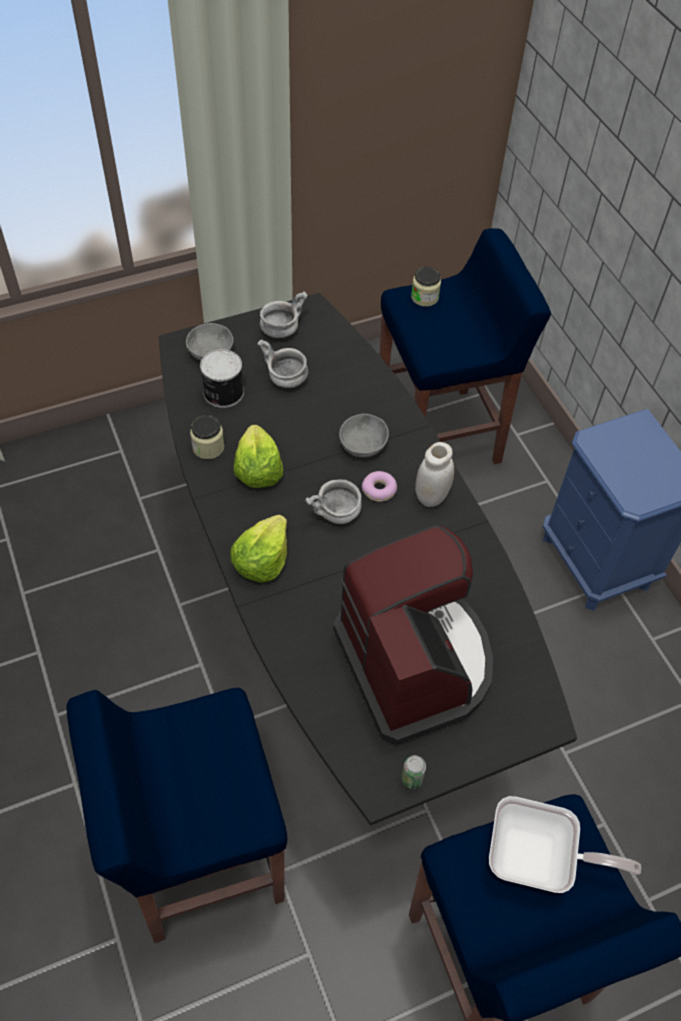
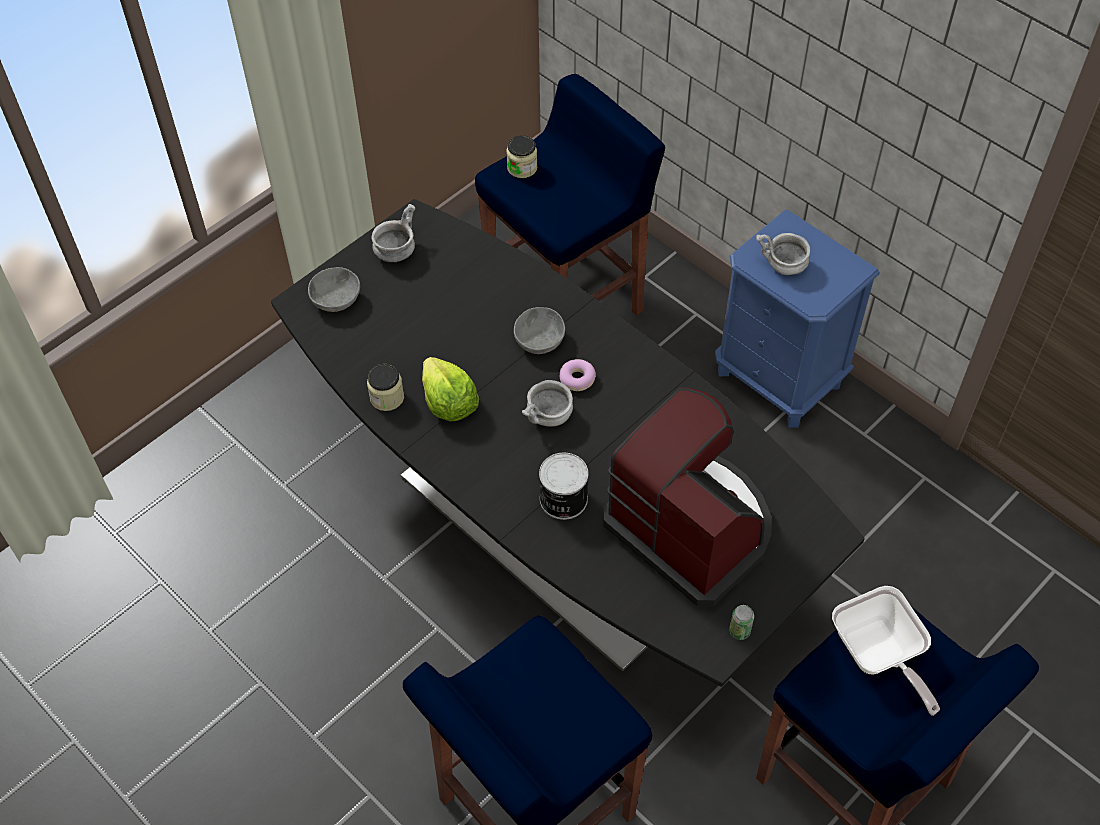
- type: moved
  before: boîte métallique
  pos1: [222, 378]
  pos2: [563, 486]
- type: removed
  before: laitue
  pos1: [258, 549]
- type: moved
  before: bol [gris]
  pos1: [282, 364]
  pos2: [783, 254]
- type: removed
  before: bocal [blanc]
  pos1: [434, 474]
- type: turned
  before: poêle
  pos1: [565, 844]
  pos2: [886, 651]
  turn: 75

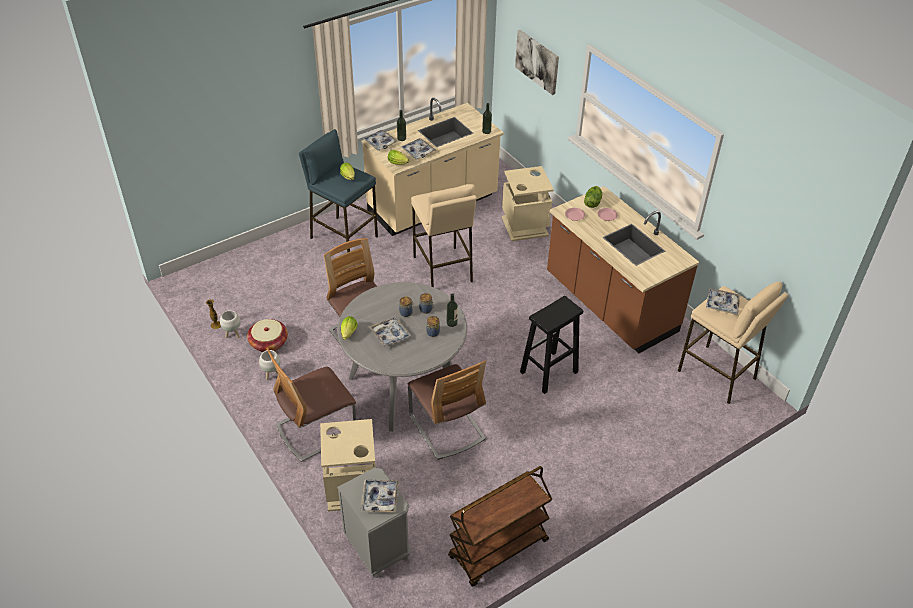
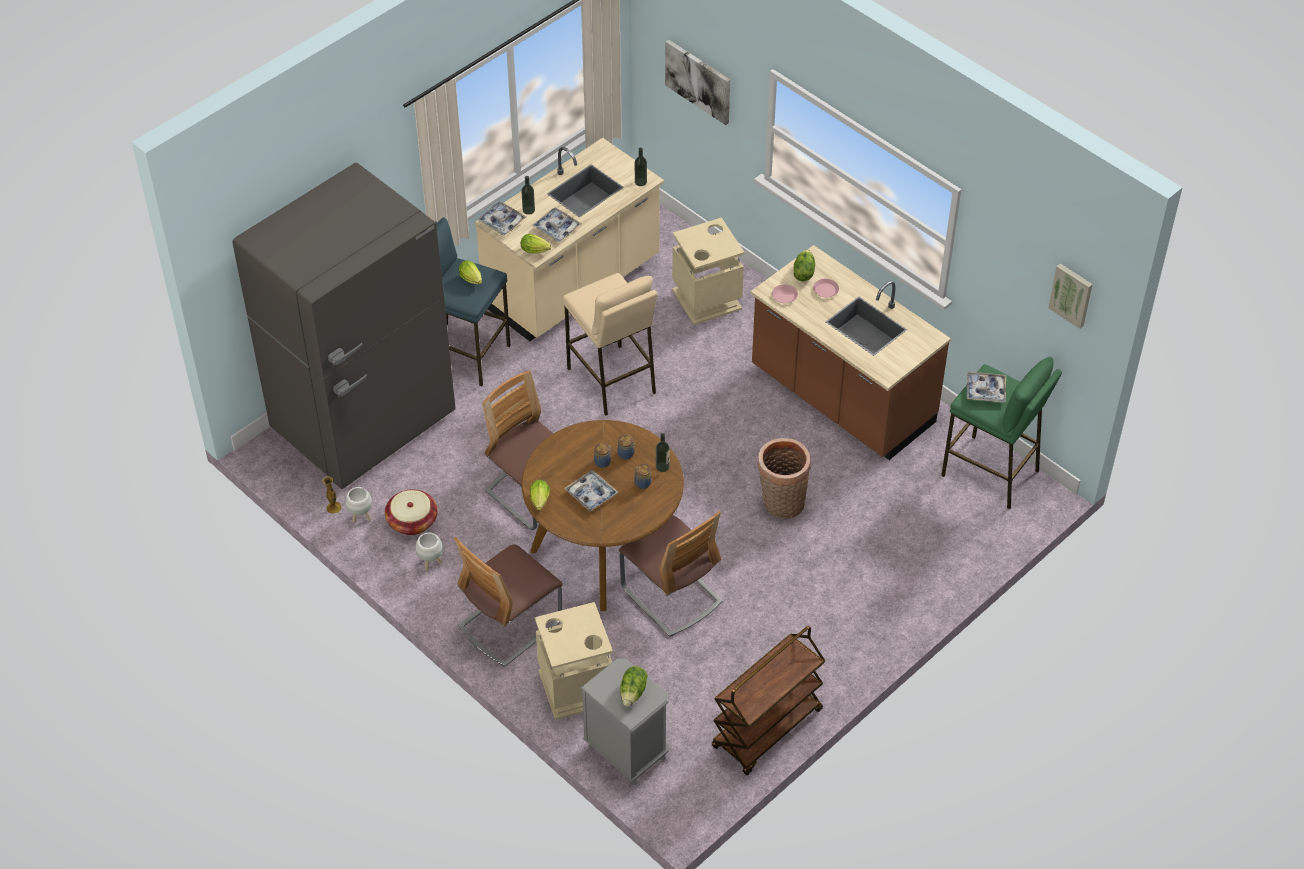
- type: recoloured
  before: table à manger [gris]
  after: table à manger [marron]
  pos1: [402, 357]
  pos2: [602, 515]
- type: replaced
  before: plateau
  after: laitue
  pos1: [379, 496]
  pos2: [634, 686]
- type: replaced
  before: tabouret [noir]
  after: panier
  pos1: [551, 345]
  pos2: [784, 478]
- type: recoloured
  before: tabouret [beige]
  after: tabouret [vert]
  pos1: [733, 342]
  pos2: [1001, 433]
- type: added
  after: réfrigérateur [gris]
  pos2: [344, 326]
- type: added
  after: tableau
  pos2: [1070, 296]

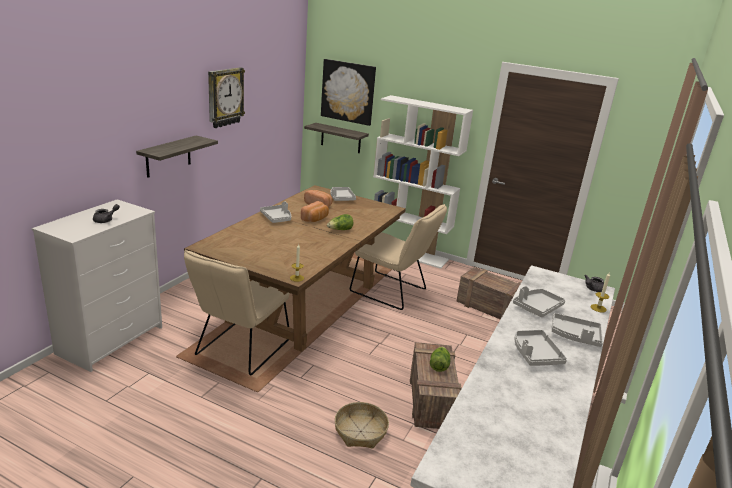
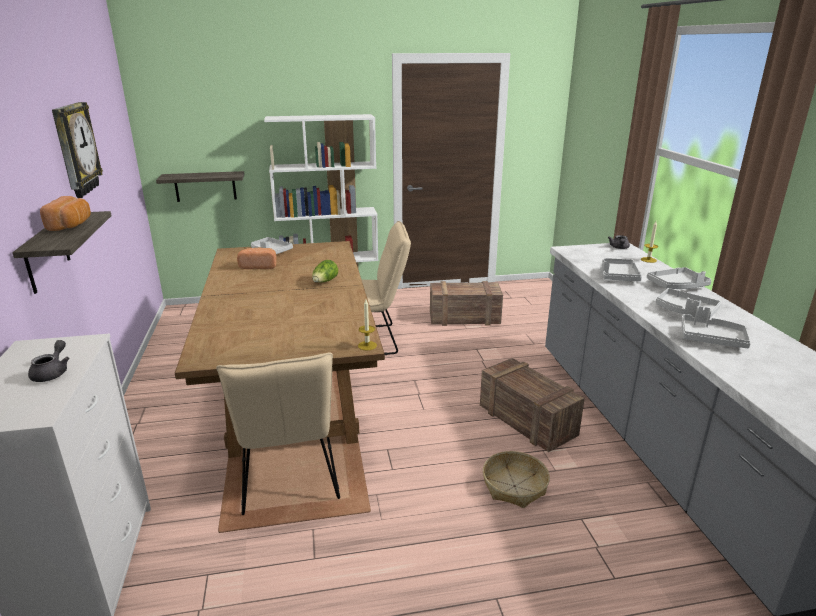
- type: moved
  before: plateau [gris]
  pos1: [275, 212]
  pos2: [716, 327]
- type: moved
  before: pain
  pos1: [315, 211]
  pos2: [65, 213]
- type: removed
  before: tableau
  pos1: [348, 92]
- type: removed
  before: laitue
  pos1: [440, 359]

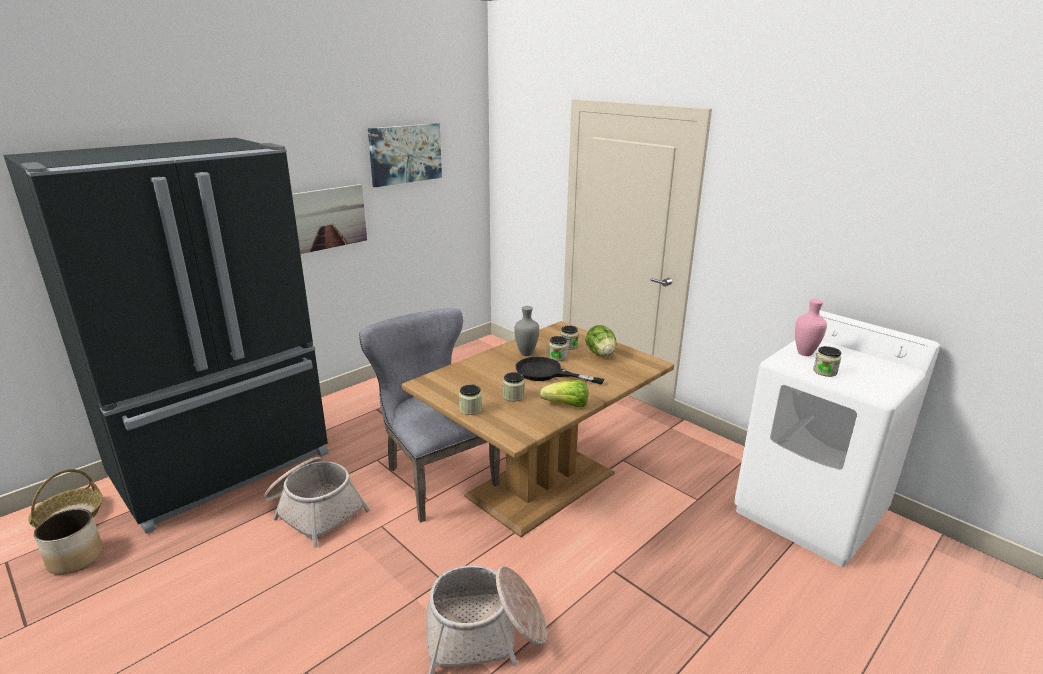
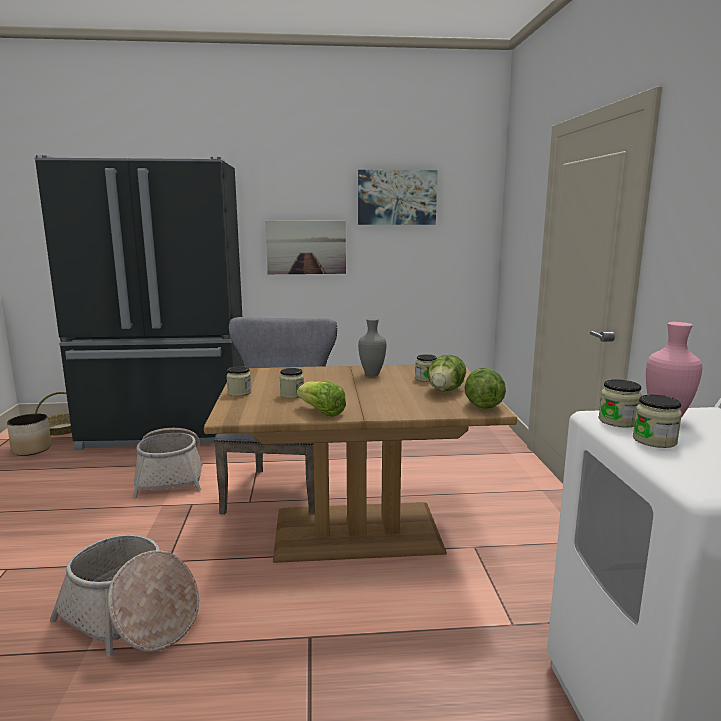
- type: removed
  before: poêle [noir]
  pos1: [560, 370]
- type: moved
  before: bocal
  pos1: [558, 348]
  pos2: [620, 403]
- type: added
  after: laitue
  pos2: [485, 388]

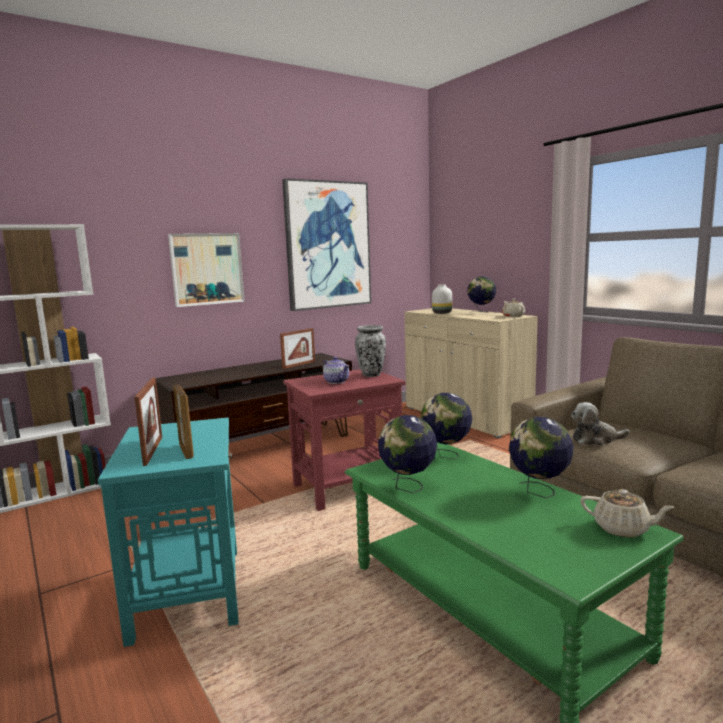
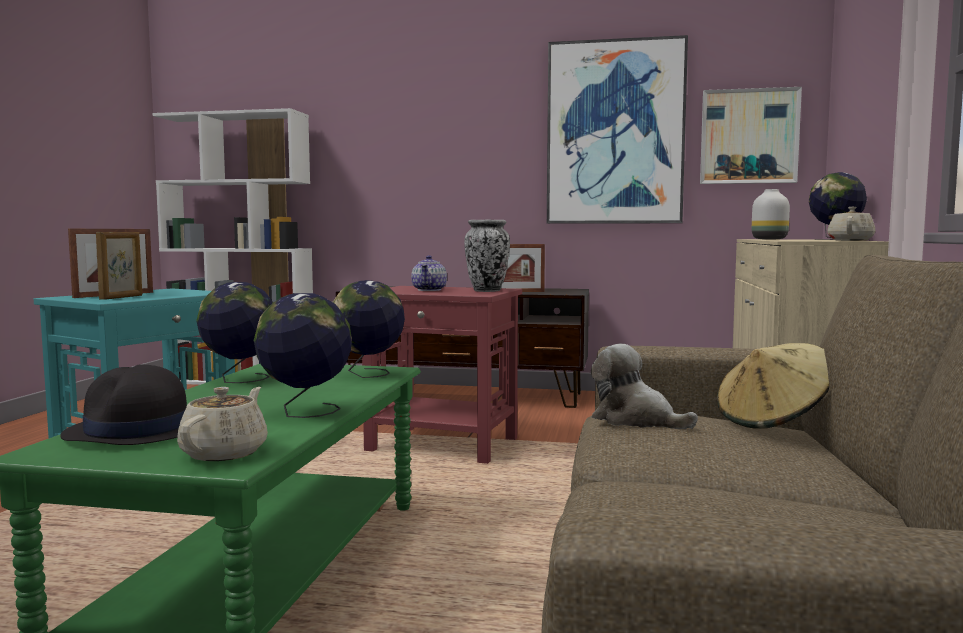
- type: moved
  before: tableau
  pos1: [206, 270]
  pos2: [751, 135]
- type: turned
  before: théière [beige]
  pos1: [628, 513]
  pos2: [222, 424]
  turn: -150
- type: added
  after: chapeau [noir]
  pos2: [124, 405]
- type: added
  after: chapeau [beige]
  pos2: [773, 386]

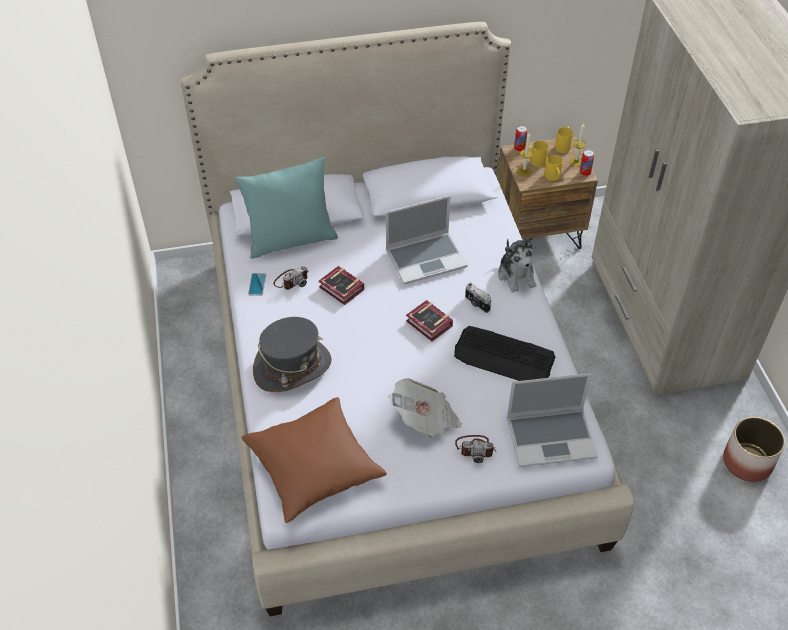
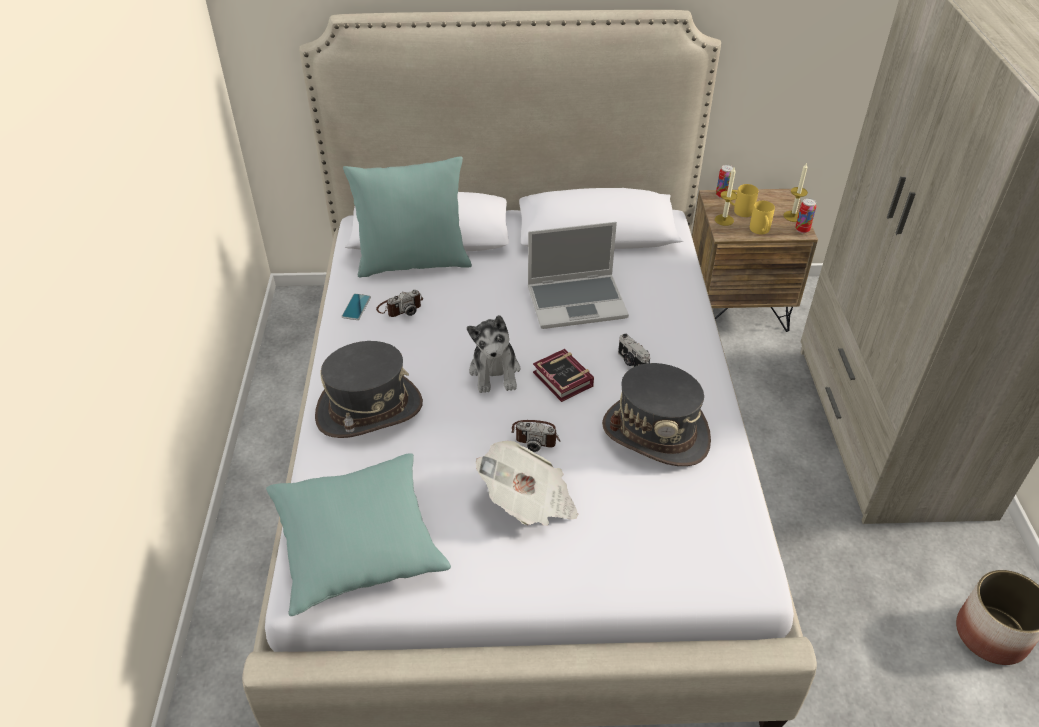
- type: recoloured
  before: coussin [marron]
  after: coussin [turquoise]
  pos1: [314, 460]
  pos2: [358, 534]
- type: removed
  before: livre
  pos1: [341, 285]
- type: replaced
  before: clavier
  after: chapeau [gris]
  pos1: [504, 353]
  pos2: [656, 414]
- type: moved
  before: appareil photo
  pos1: [475, 449]
  pos2: [536, 436]
- type: moved
  before: peluche
  pos1: [517, 264]
  pos2: [494, 354]
- type: removed
  before: ordinateur portable
  pos1: [552, 420]
- type: removed
  before: mug [jaune]
  pos1: [564, 140]

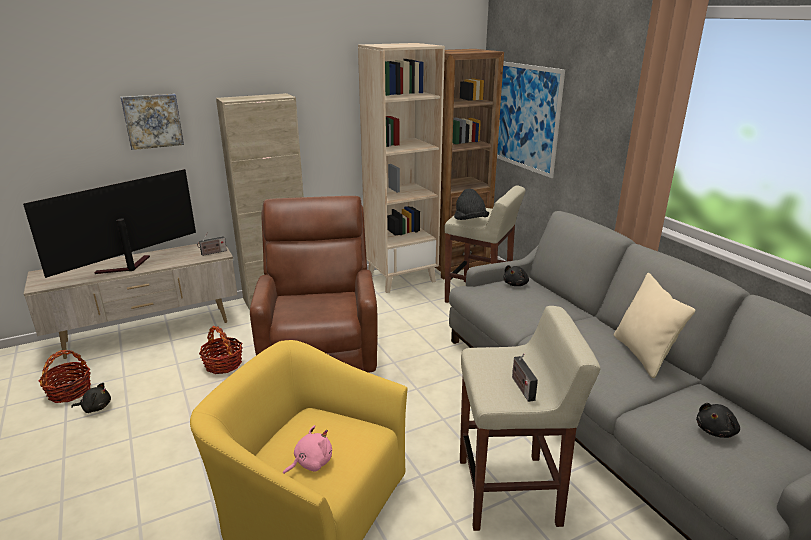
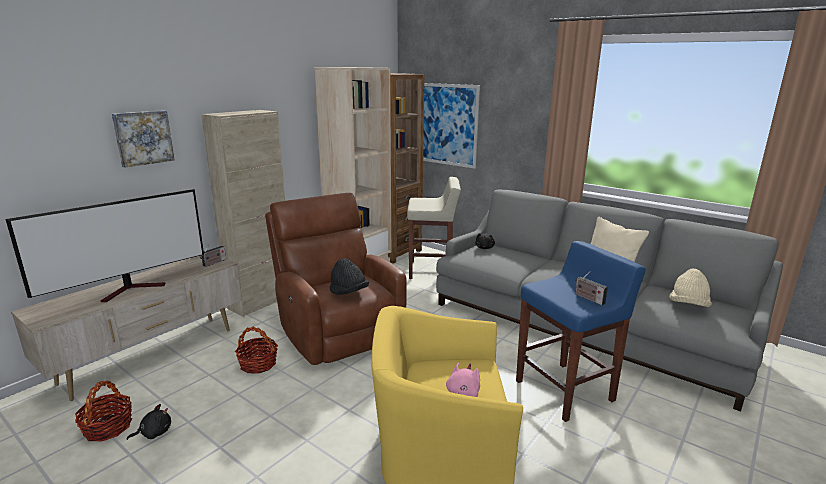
- type: turned
  before: téléviseur
  pos1: [109, 223]
  pos2: [105, 245]
  turn: -150
- type: moved
  before: chapeau [noir]
  pos1: [471, 204]
  pos2: [349, 276]
- type: recoloured
  before: tabouret [beige]
  after: tabouret [bleu]
  pos1: [530, 418]
  pos2: [581, 331]
- type: replaced
  before: peluche [noir]
  after: chapeau [beige]
  pos1: [718, 420]
  pos2: [690, 288]

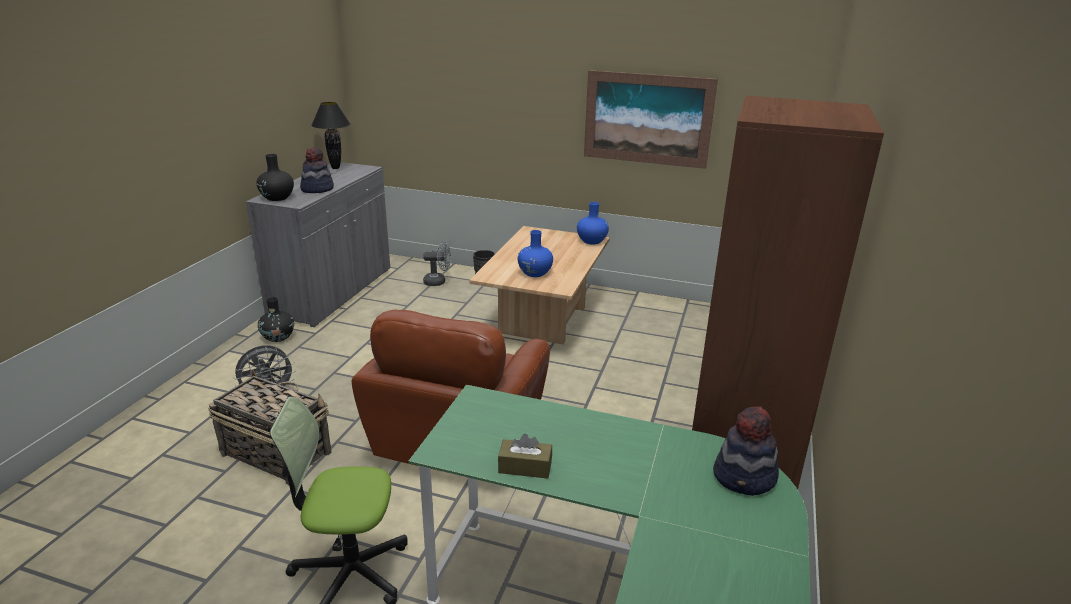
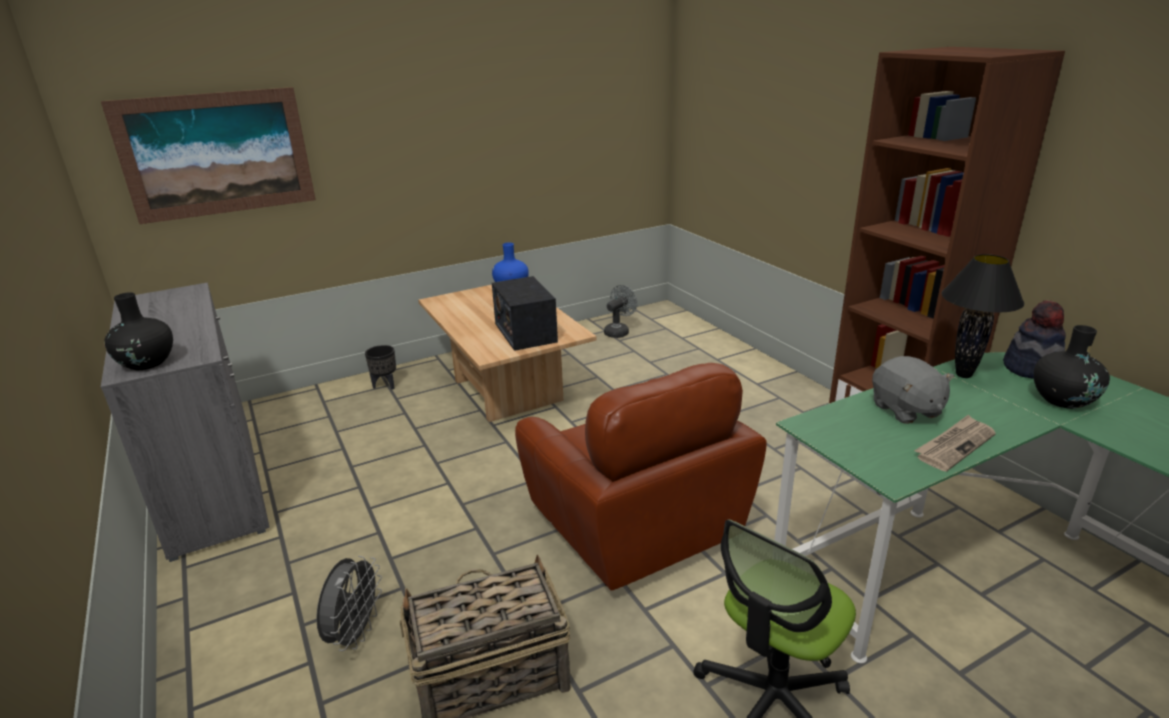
- type: moved
  before: vase [noir]
  pos1: [276, 319]
  pos2: [1071, 367]
- type: removed
  before: chapeau
  pos1: [317, 170]
- type: moved
  before: lampe de table [noir]
  pos1: [330, 135]
  pos2: [982, 316]
- type: moved
  before: ventilateur [gris]
  pos1: [437, 264]
  pos2: [620, 311]
- type: replaced
  before: boîte à mouchoirs [marron]
  after: journal
  pos1: [525, 456]
  pos2: [955, 443]
- type: replaced
  before: vase [bleu]
  after: radio
  pos1: [535, 253]
  pos2: [525, 313]
- type: moved
  before: tableau
  pos1: [651, 119]
  pos2: [208, 155]
- type: added
  after: peluche [gris]
  pos2: [913, 390]

